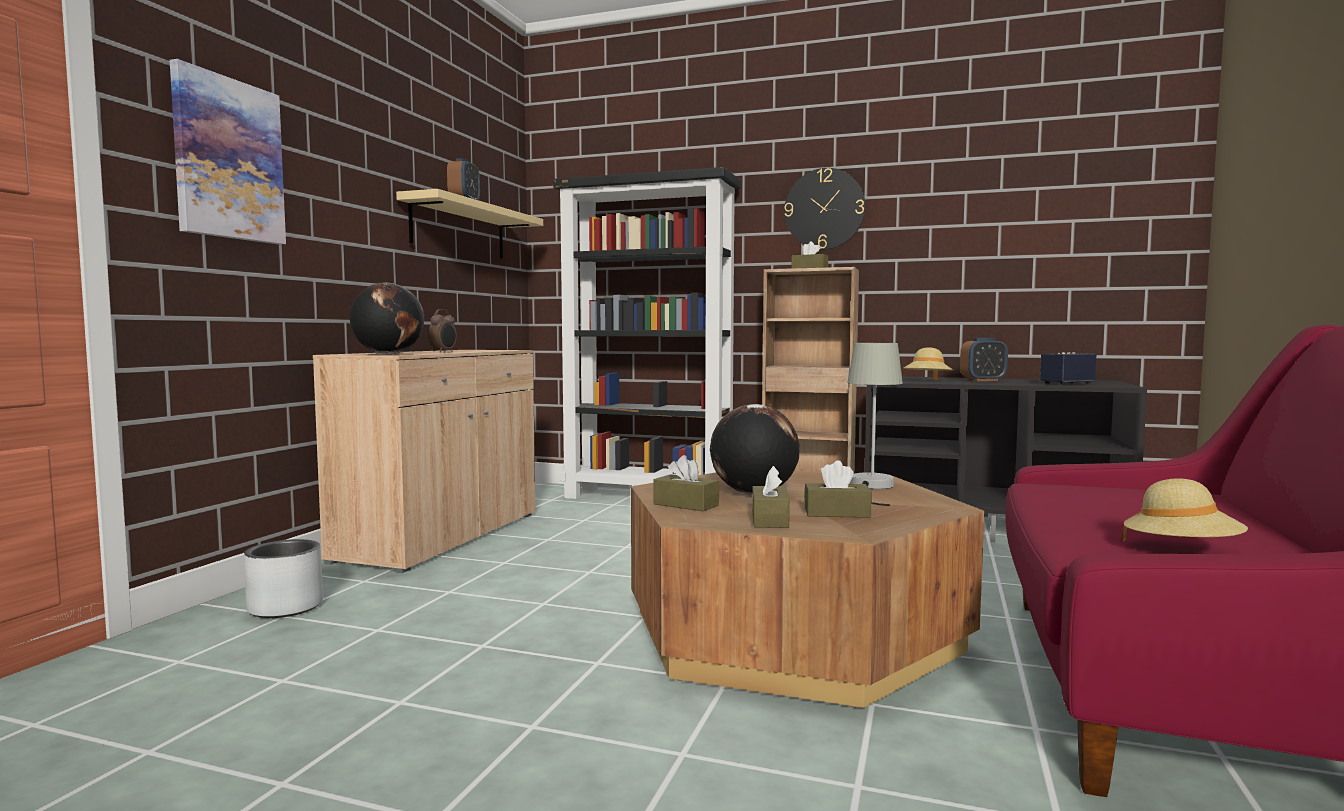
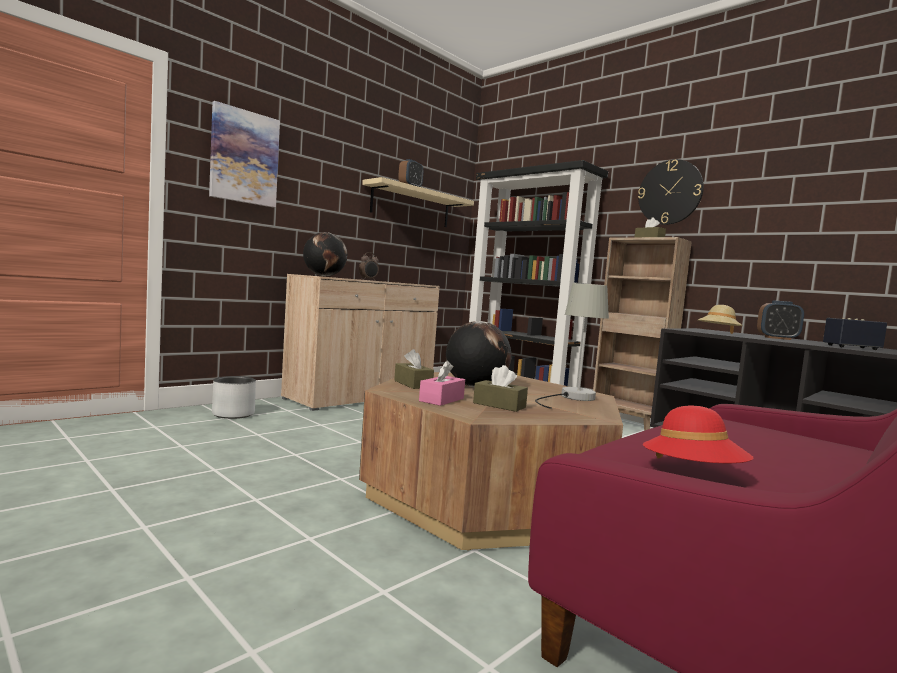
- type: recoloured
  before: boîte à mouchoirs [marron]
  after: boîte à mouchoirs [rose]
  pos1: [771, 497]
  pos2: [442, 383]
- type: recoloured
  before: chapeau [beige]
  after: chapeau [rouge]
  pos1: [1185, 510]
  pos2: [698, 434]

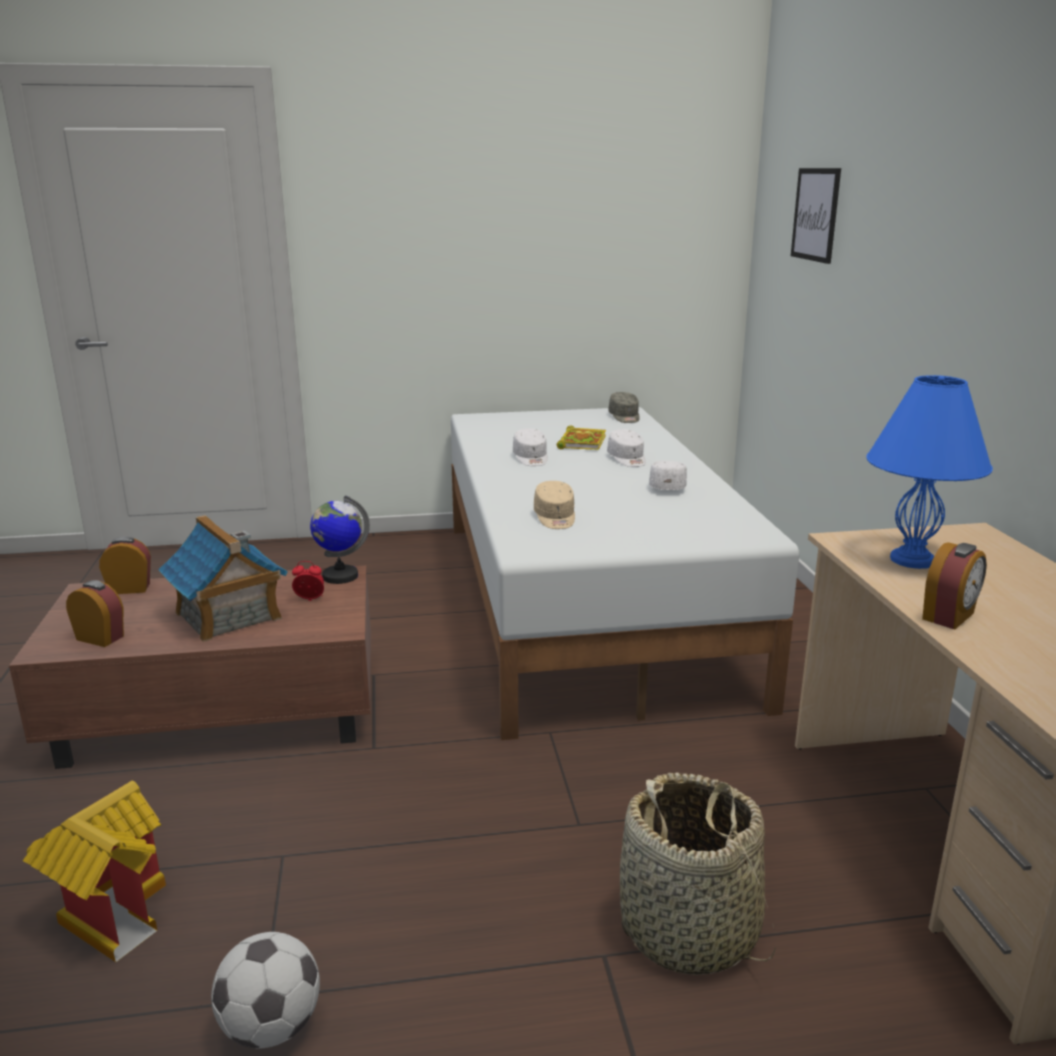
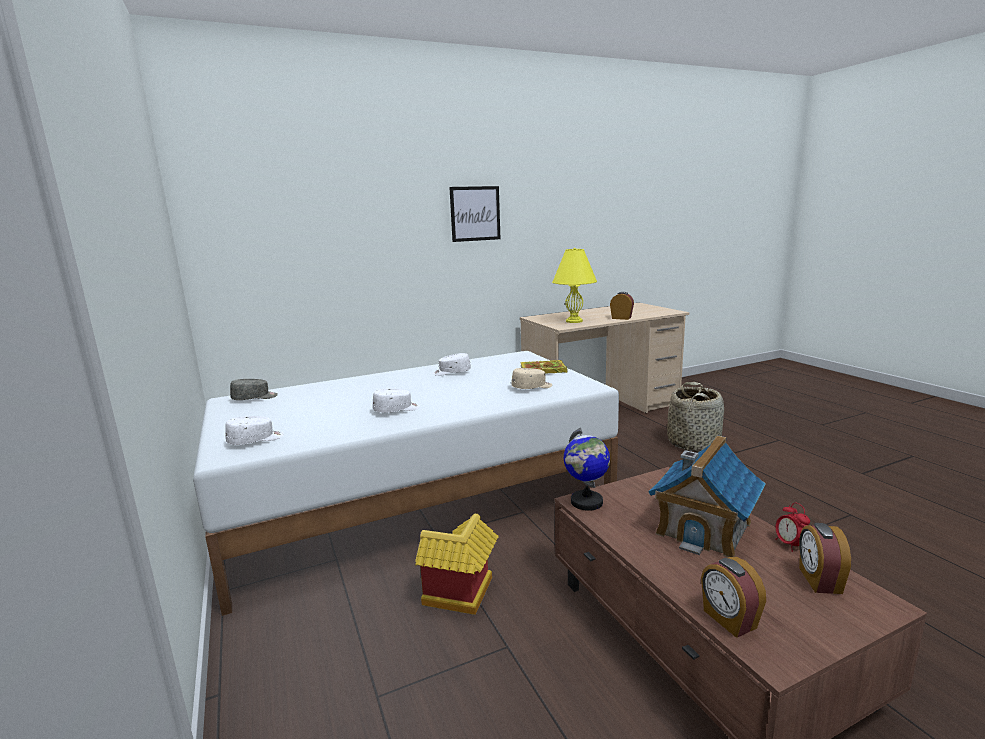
- type: moved
  before: maison miniature
  pos1: [94, 871]
  pos2: [457, 564]
- type: removed
  before: ballon de foot
  pos1: [265, 990]
- type: moved
  before: réveil
  pos1: [308, 581]
  pos2: [792, 527]
- type: moved
  before: livre
  pos1: [581, 437]
  pos2: [543, 367]
- type: moved
  before: casquette [blanc]
  pos1: [626, 448]
  pos2: [254, 430]
- type: moved
  before: tableau
  pos1: [816, 216]
  pos2: [475, 214]
- type: recoloured
  before: lampe de table [bleu]
  after: lampe de table [jaune]
  pos1: [929, 472]
  pos2: [574, 285]

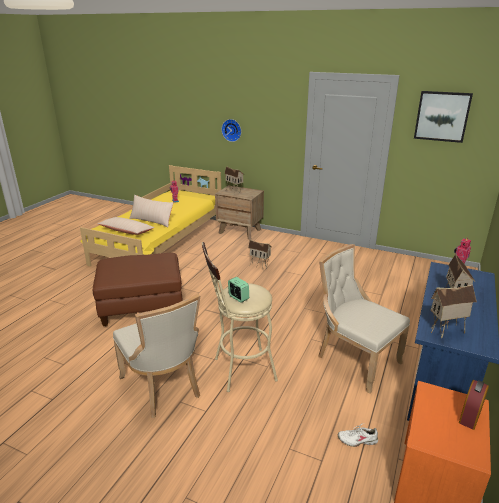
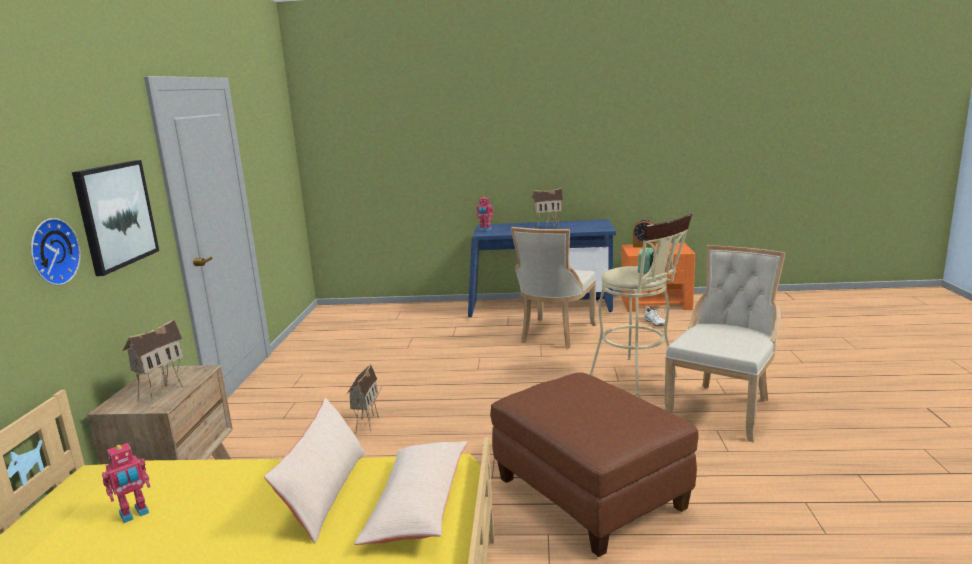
- type: moved
  before: tableau
  pos1: [443, 117]
  pos2: [115, 218]
- type: removed
  before: maison miniature
  pos1: [454, 311]

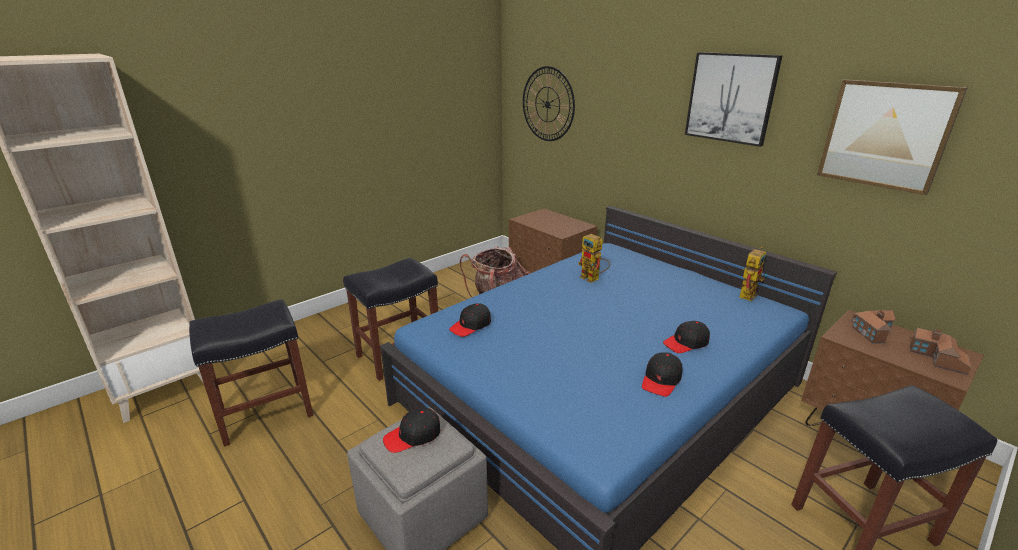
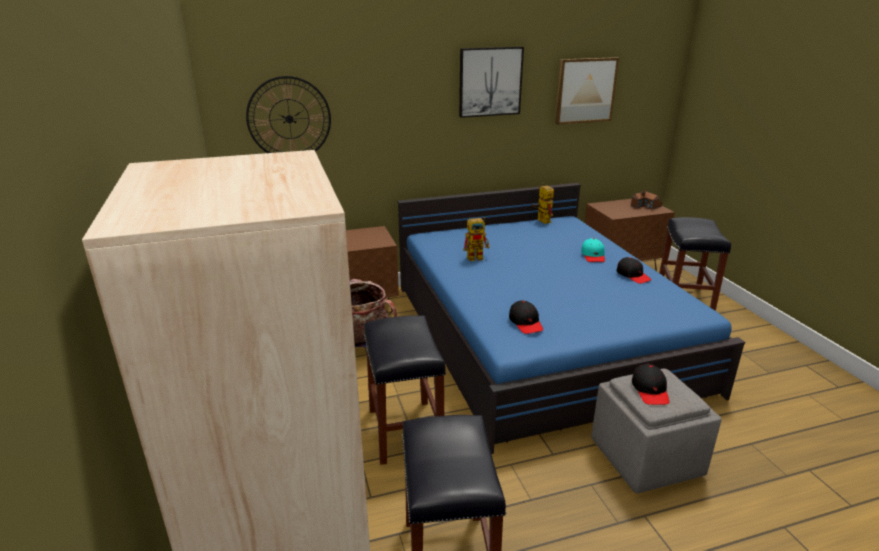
- type: recoloured
  before: casquette [noir]
  after: casquette [turquoise]
  pos1: [686, 337]
  pos2: [593, 250]
- type: removed
  before: maison miniature
  pos1: [873, 326]

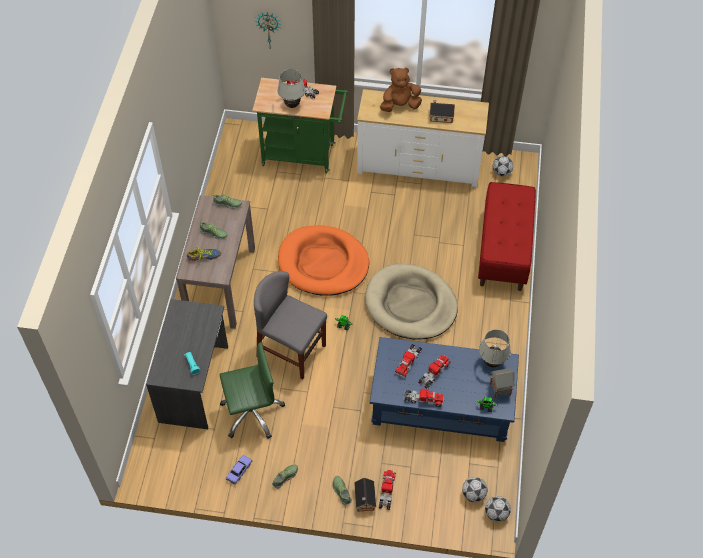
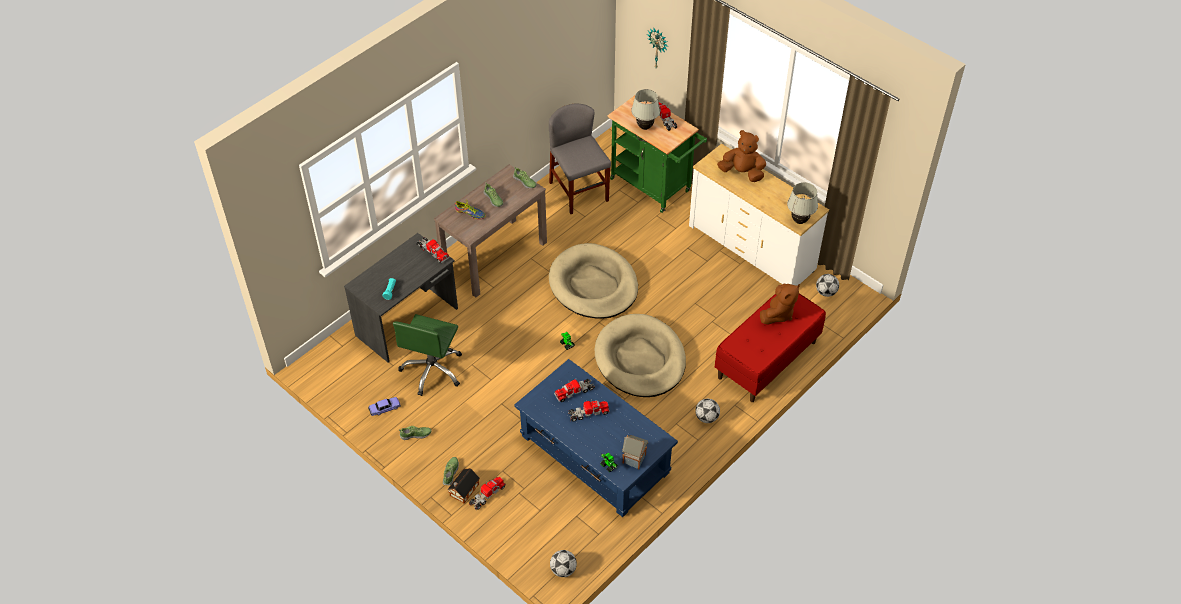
- type: turned
  before: chaise de bureau [vert]
  pos1: [252, 390]
  pos2: [427, 355]
  turn: 90
- type: moved
  before: chaise [gris]
  pos1: [290, 325]
  pos2: [580, 159]
- type: recoloured
  before: panier pour chien [orange]
  after: panier pour chien [beige]
  pos1: [323, 260]
  pos2: [593, 281]
- type: moved
  before: camion jouet
  pos1: [424, 397]
  pos2: [432, 250]
- type: removed
  before: maison miniature
  pos1: [442, 111]
- type: moved
  before: ballon de foot
  pos1: [474, 490]
  pos2: [707, 411]
- type: moved
  before: lampe de table [blanc]
  pos1: [495, 348]
  pos2: [802, 203]
- type: added
  after: peluche [marron]
  pos2: [780, 304]

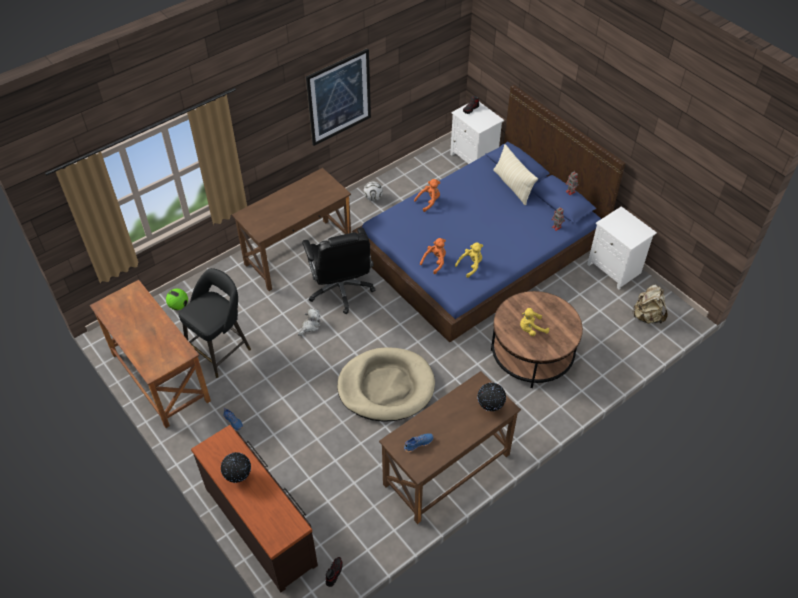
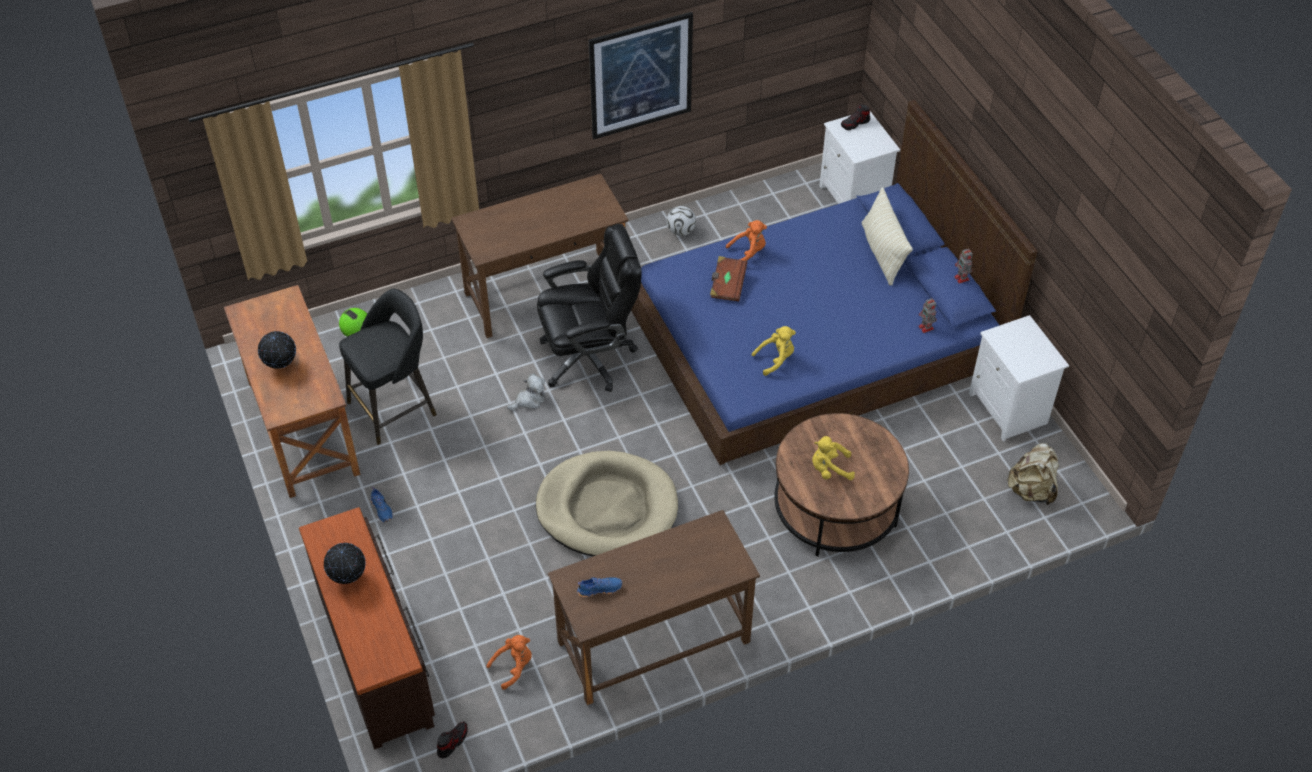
- type: turned
  before: chaise de bureau [noir]
  pos1: [339, 270]
  pos2: [589, 308]
  turn: -105
- type: moved
  before: peluche [orange]
  pos1: [433, 256]
  pos2: [509, 662]
- type: moved
  before: globe
  pos1: [491, 397]
  pos2: [277, 350]
- type: added
  after: livre [marron]
  pos2: [728, 279]

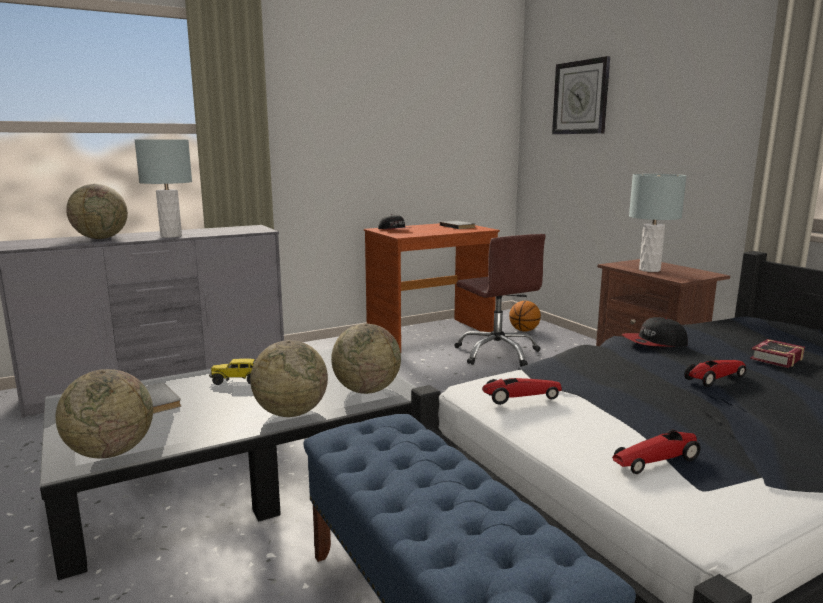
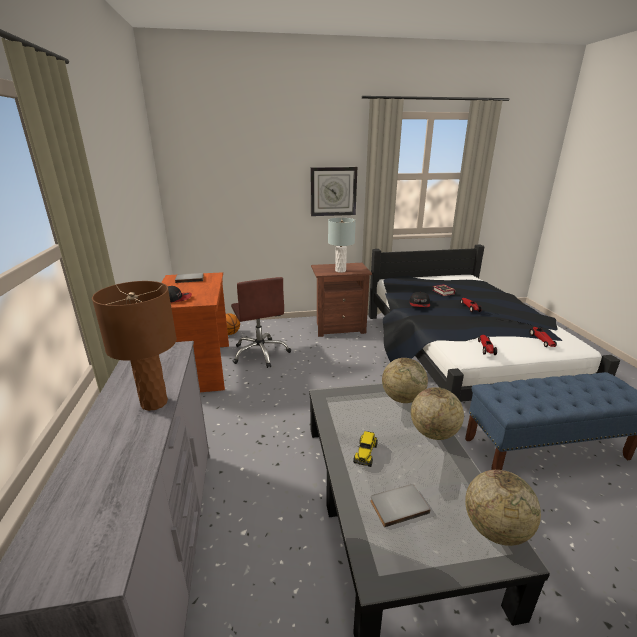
- type: removed
  before: globe
  pos1: [97, 211]
- type: recoloured
  before: lampe de table [gris]
  after: lampe de table [marron]
  pos1: [163, 188]
  pos2: [134, 346]
- type: turned
  before: chaise de bureau [marron]
  pos1: [500, 300]
  pos2: [261, 322]
  turn: 75
- type: moved
  before: horloge murale
  pos1: [581, 95]
  pos2: [334, 191]

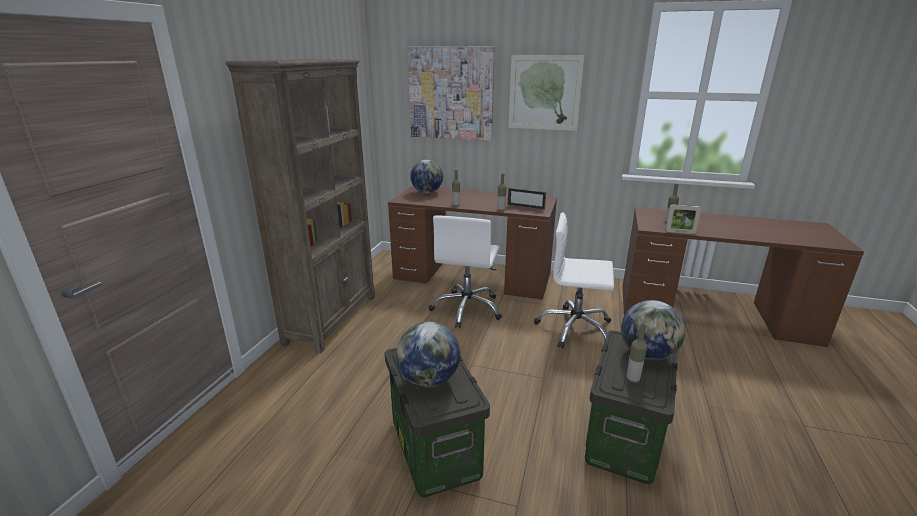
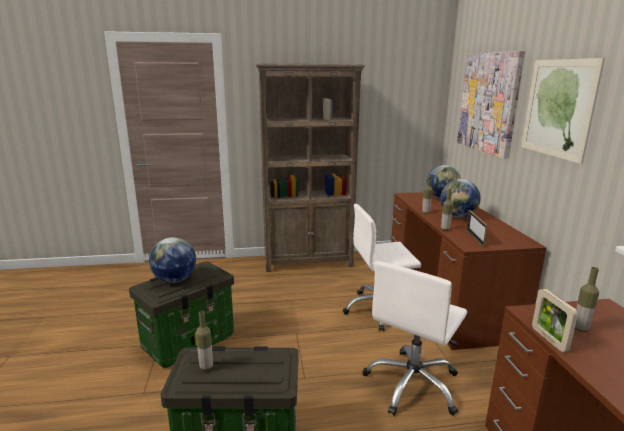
- type: turned
  before: chaise de bureau [blanc]
  pos1: [574, 281]
  pos2: [414, 338]
  turn: -135
- type: moved
  before: globe
  pos1: [653, 330]
  pos2: [460, 198]

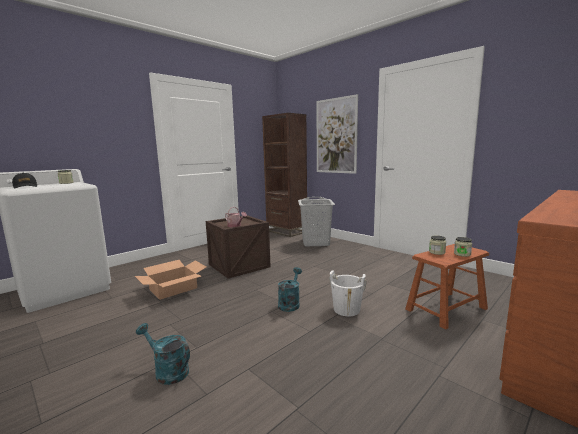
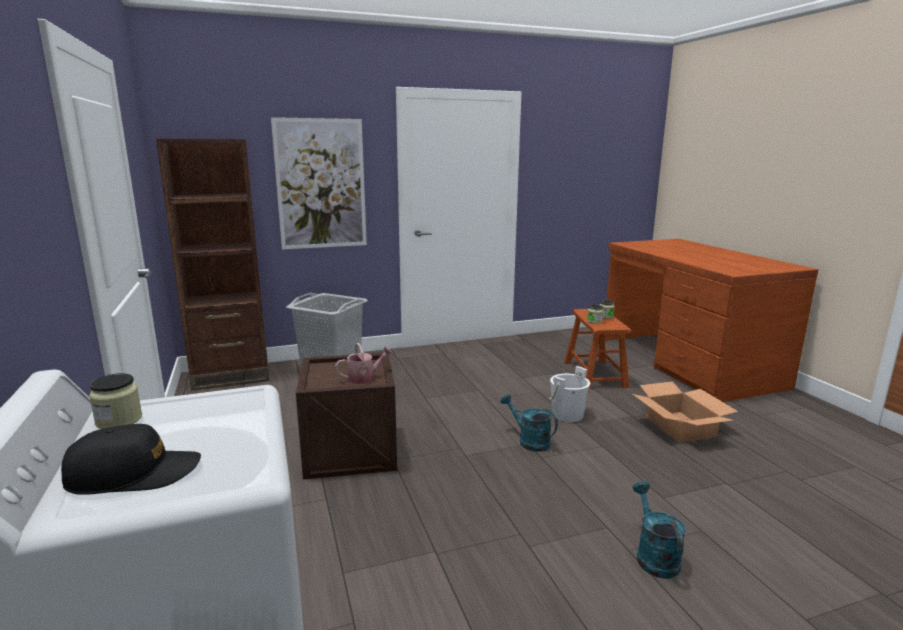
- type: moved
  before: carton
  pos1: [170, 280]
  pos2: [685, 412]
- type: turned
  before: arrosoir [turquoise]
  pos1: [163, 354]
  pos2: [659, 530]
  turn: 120

